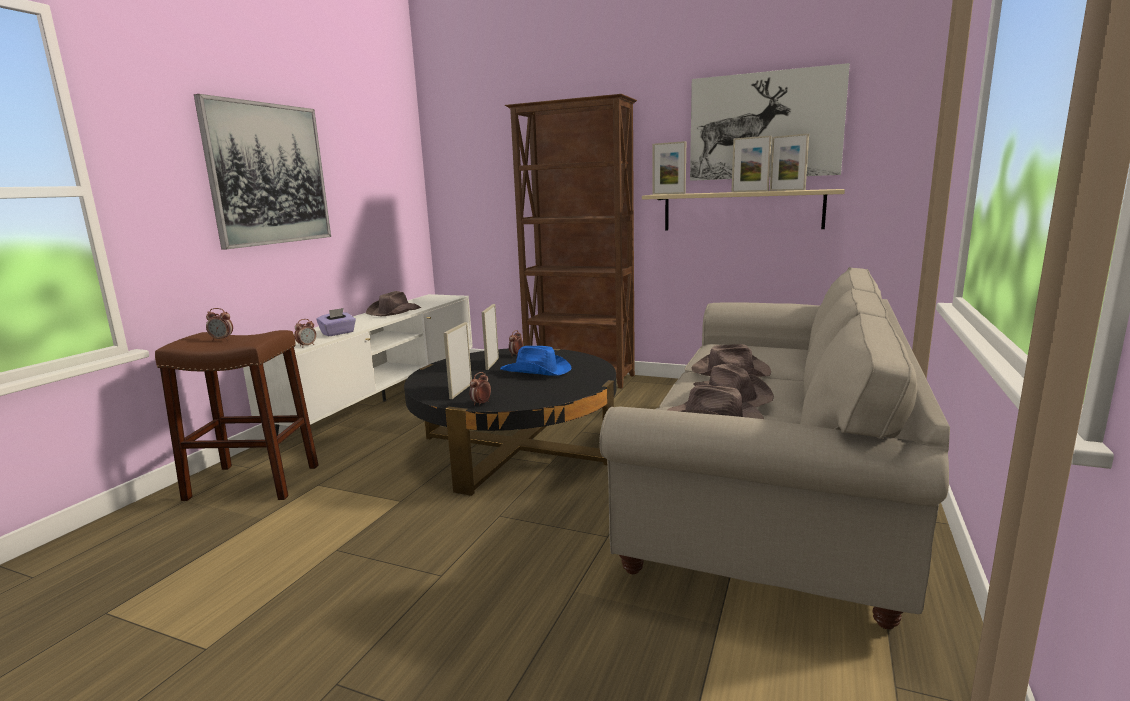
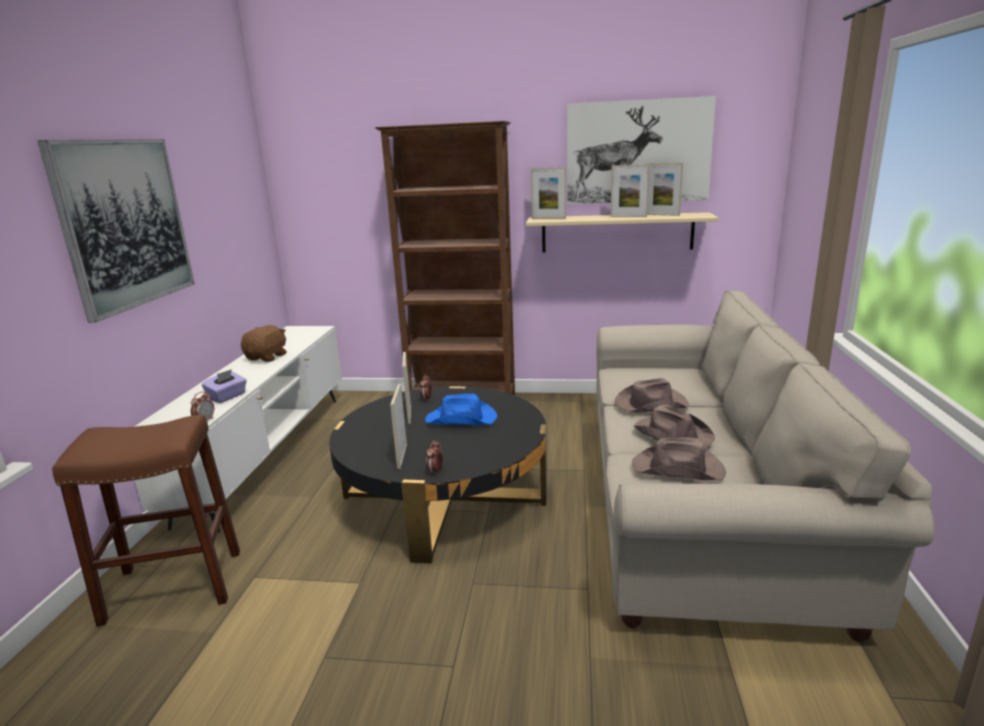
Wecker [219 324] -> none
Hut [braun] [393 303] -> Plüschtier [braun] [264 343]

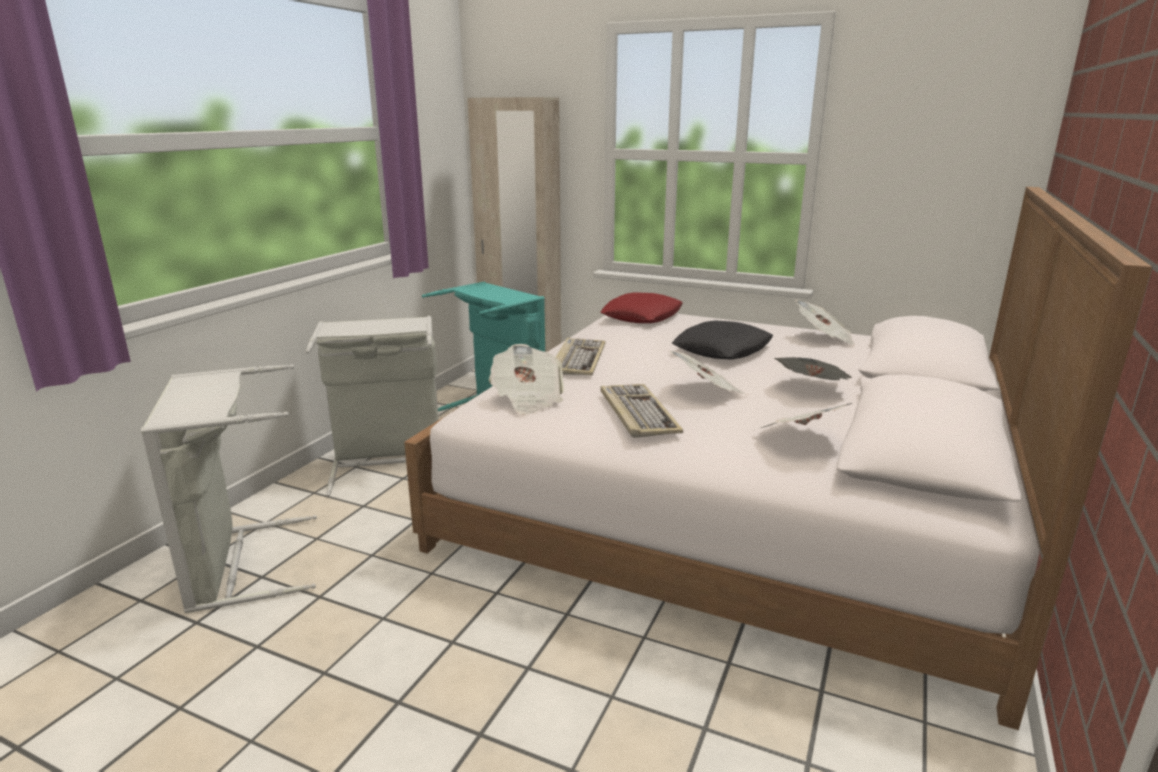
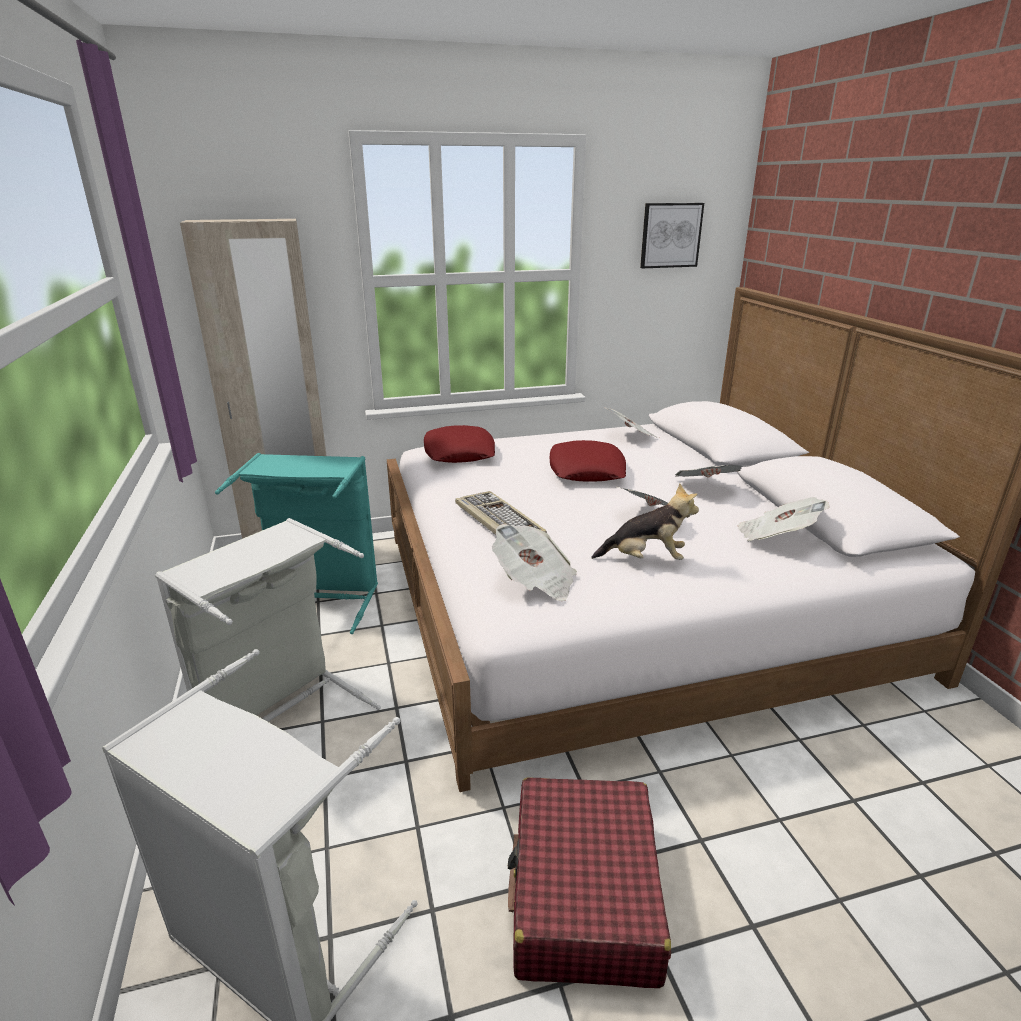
Tastatur [642 411] -> Plüschtier [645 521]
Kissen [schwarz] [722 340] -> Kissen [rot] [588 461]
none -> Koffer [rot] [589 883]
none -> Bild [672 235]

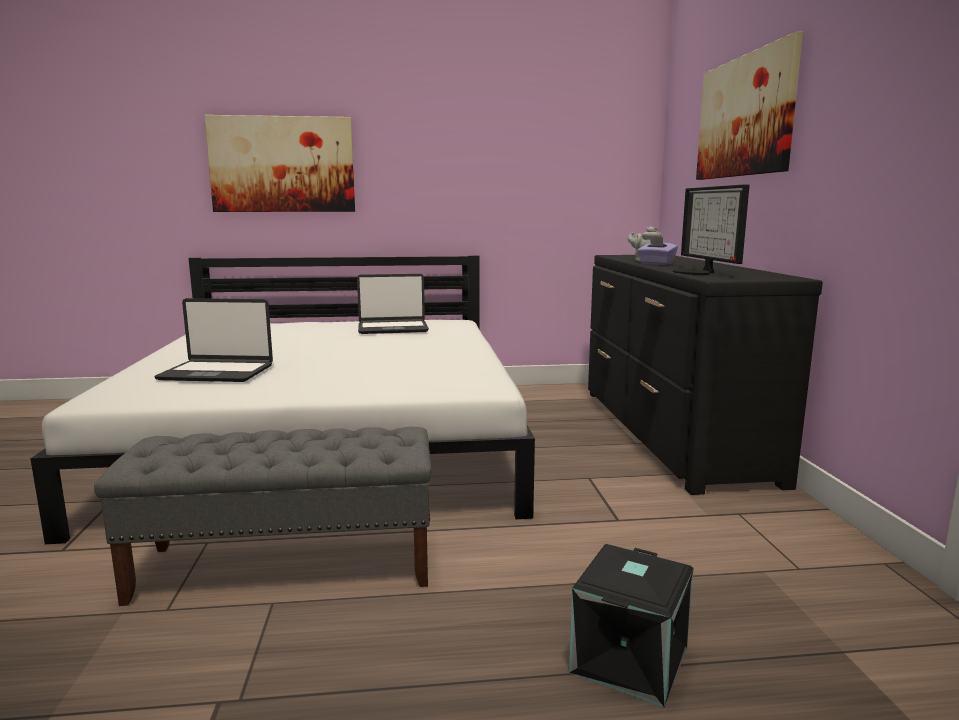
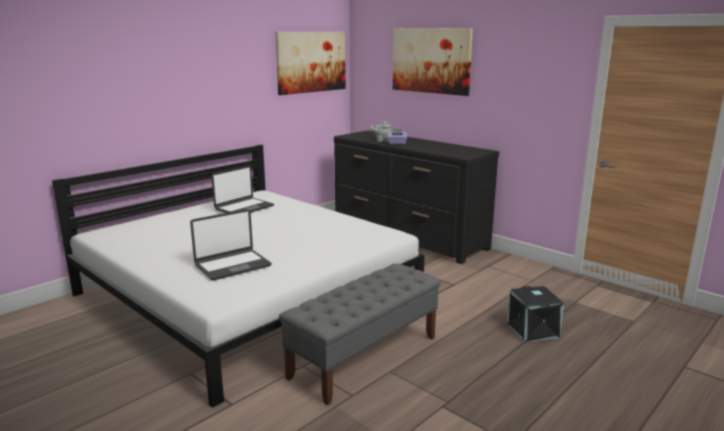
Bild [279 163] -> Bild [310 63], moved
Monitor [711 229] -> none

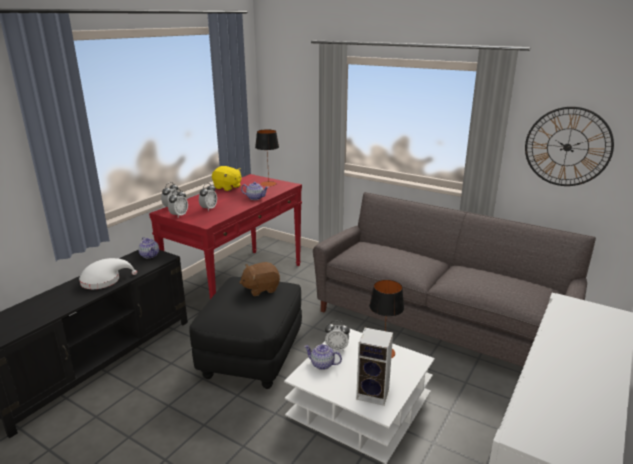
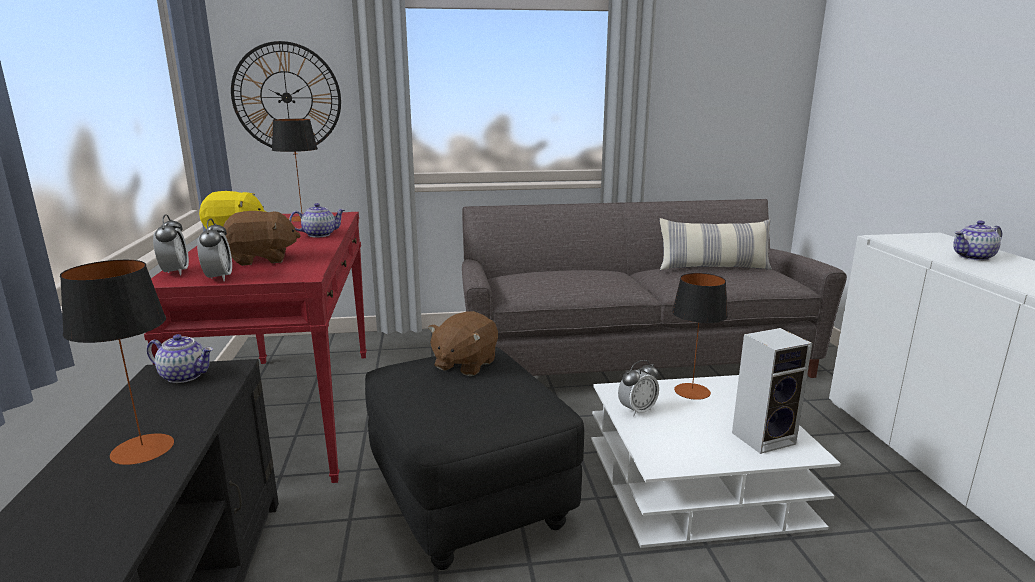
Hut [weiß] [108 273] -> Tischlampe [117 362]
Wecker [208 197] -> Plüschtier [braun] [262 238]
Teekanne [323 357] -> Teekanne [977 241], moved
Wanduhr [569 146] -> Wanduhr [286 94], moved
none -> Kissen [716 244]

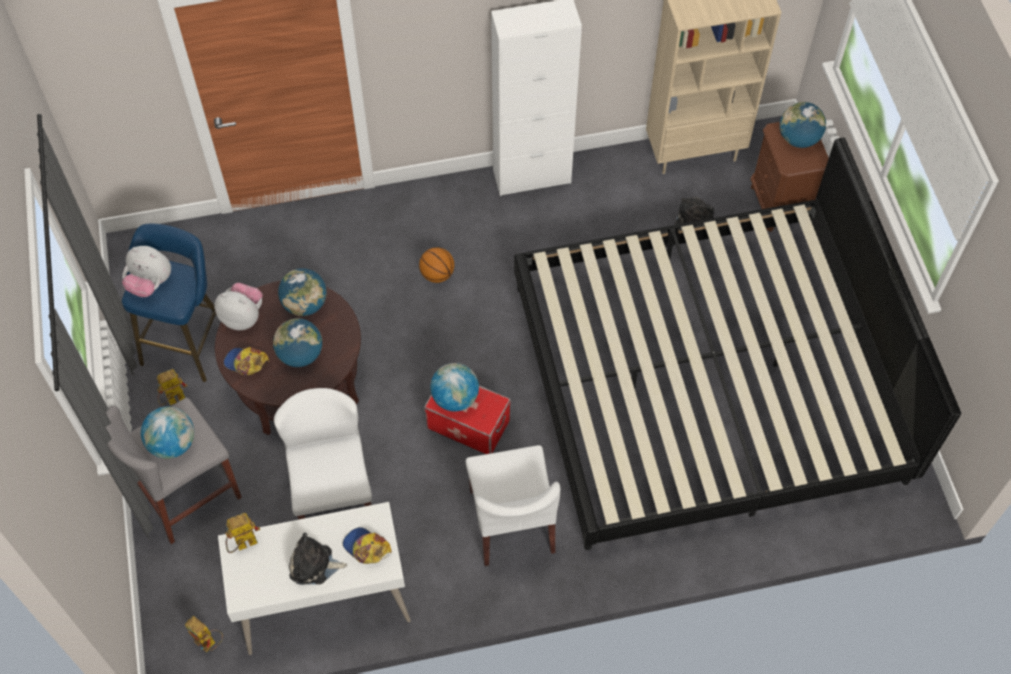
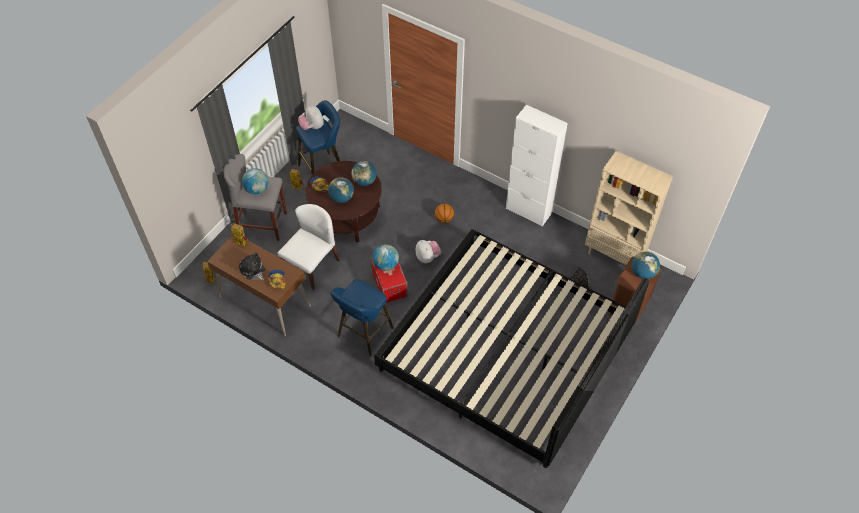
Plüschtier [238 306] -> Plüschtier [428 251], moved
Schreibtisch [weiß] [314 578] -> Schreibtisch [braun] [259 285]
Stuhl [weiß] [512 505] -> Hocker [blau] [362 318]

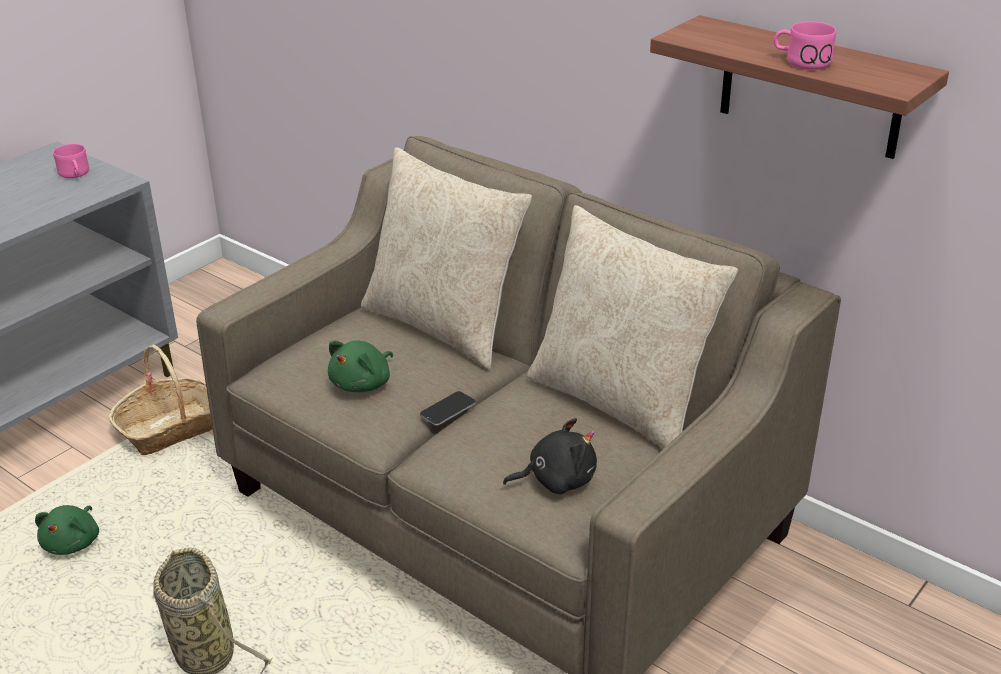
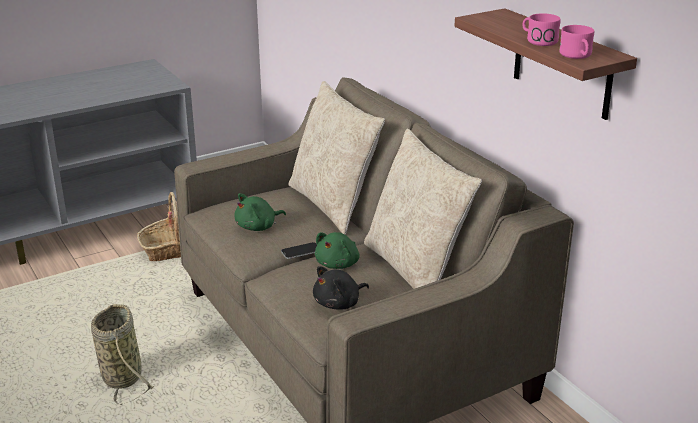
Plüschtier [grün] [67 530] -> Plüschtier [grün] [337 250], moved
Henkelbecher [rosa] [71 161] -> Henkelbecher [rosa] [576 42], moved
Plüschtier [schwarz] [550 456] -> Plüschtier [schwarz] [341 287], 135 degrees clockwise

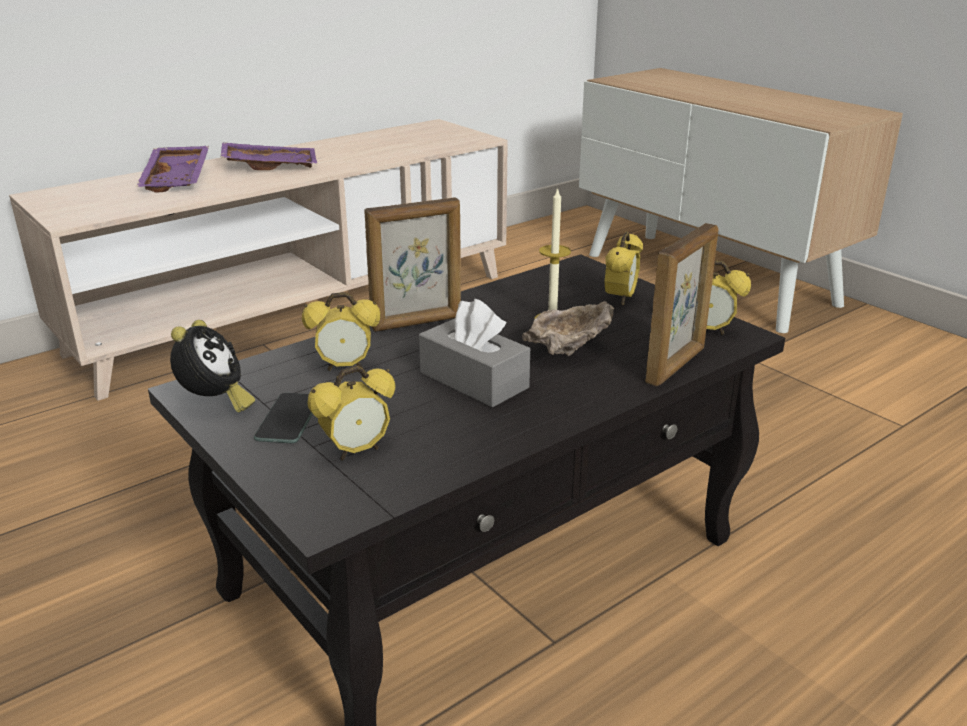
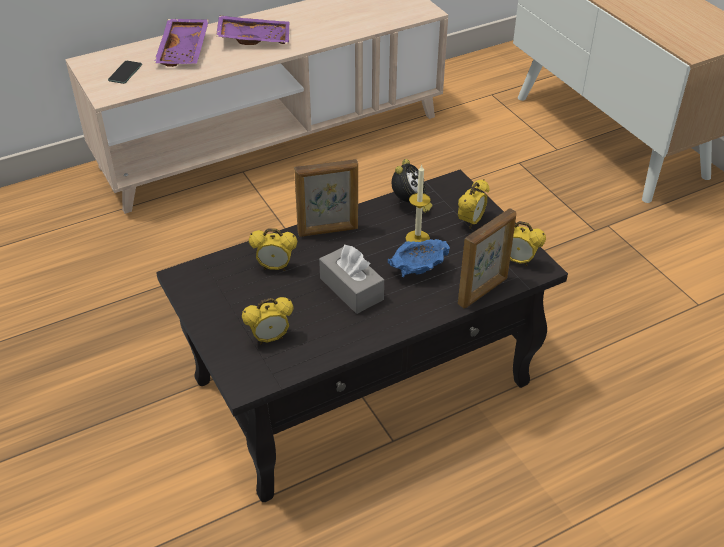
Wecker [212 366] -> Wecker [412 186], moved
Handy [283 418] -> Handy [125 72], moved
Schüssel [beige] [568 328] -> Schüssel [blau] [419 258]

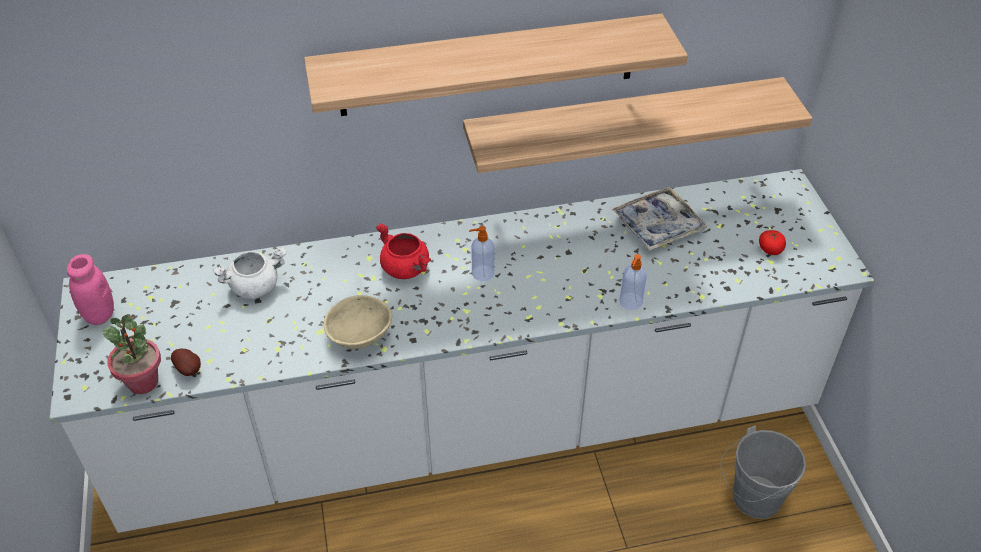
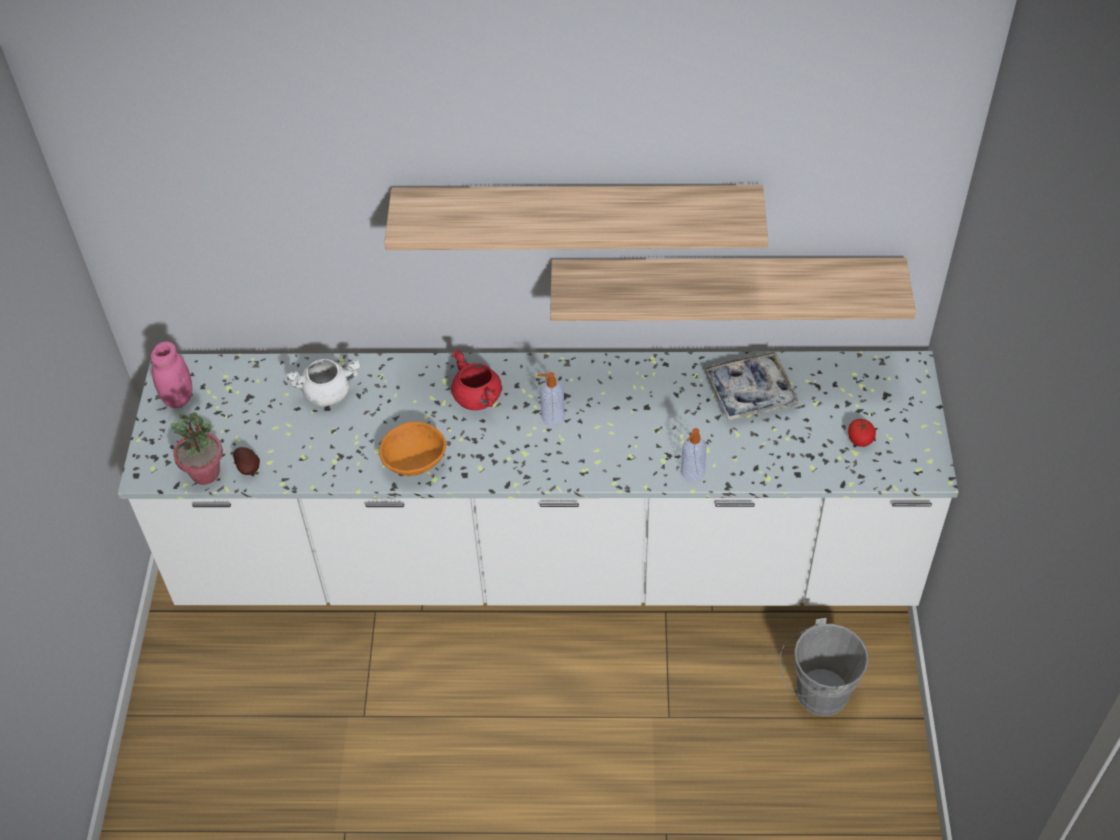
Schüssel [beige] [358 322] -> Schüssel [orange] [412 449]

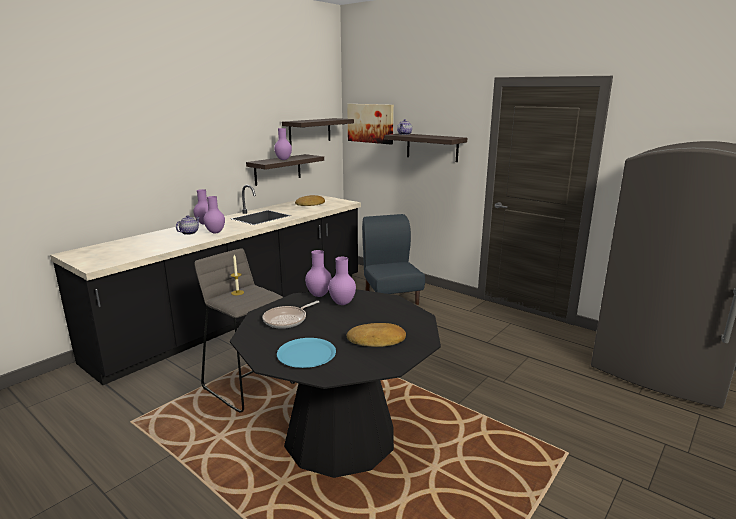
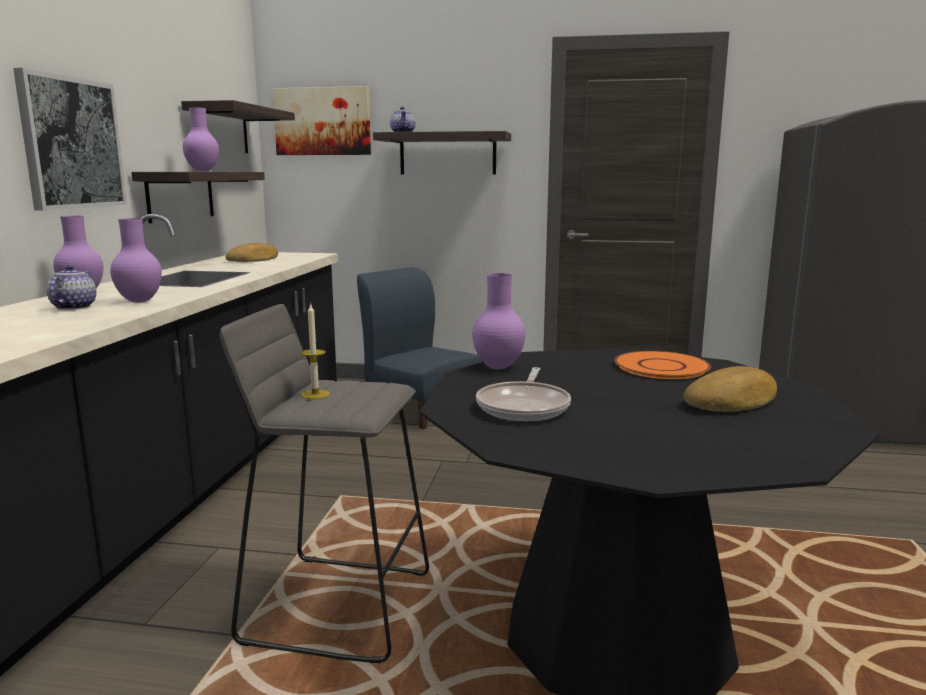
Teller [blau] [306 353] -> none
Vase [lila] [342 281] -> none
none -> Bild [70 139]
none -> Teller [orange] [662 365]

